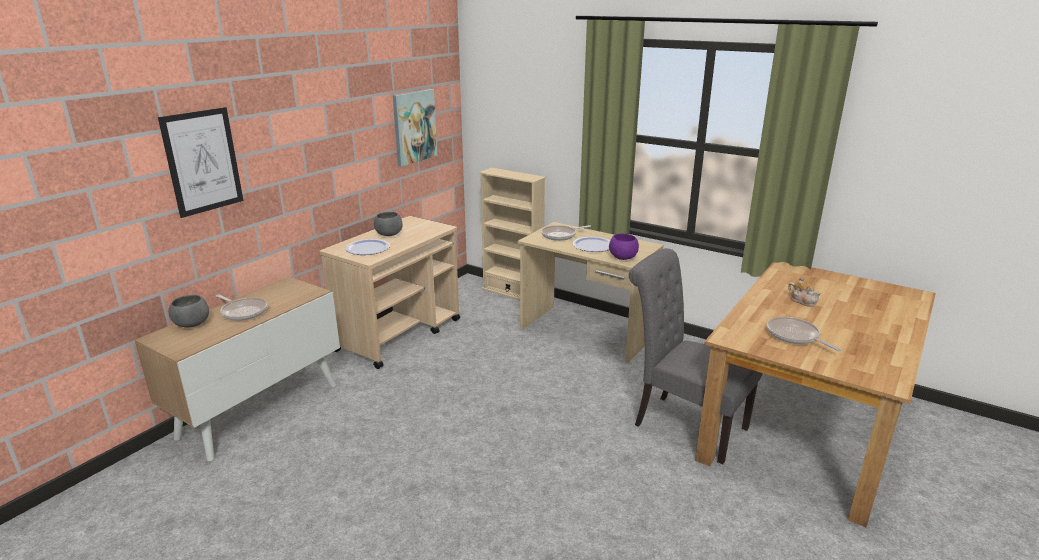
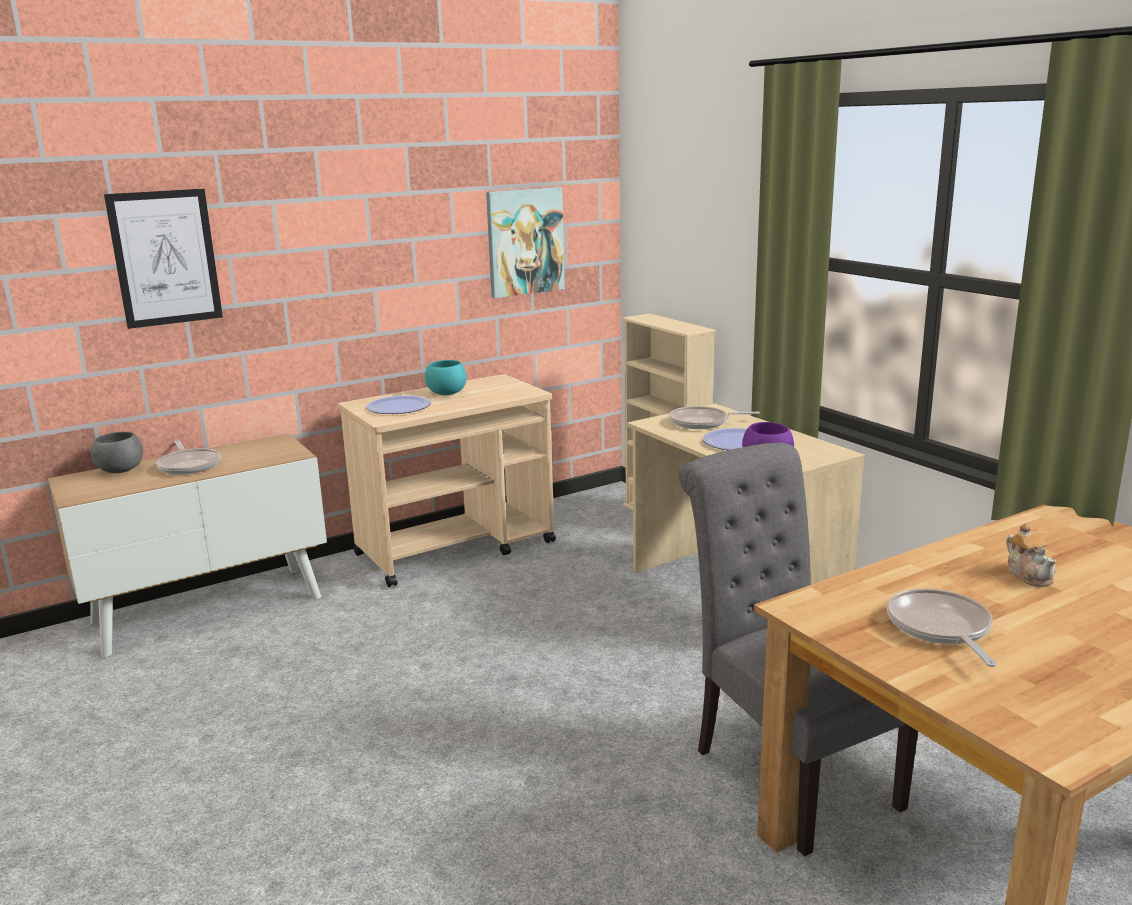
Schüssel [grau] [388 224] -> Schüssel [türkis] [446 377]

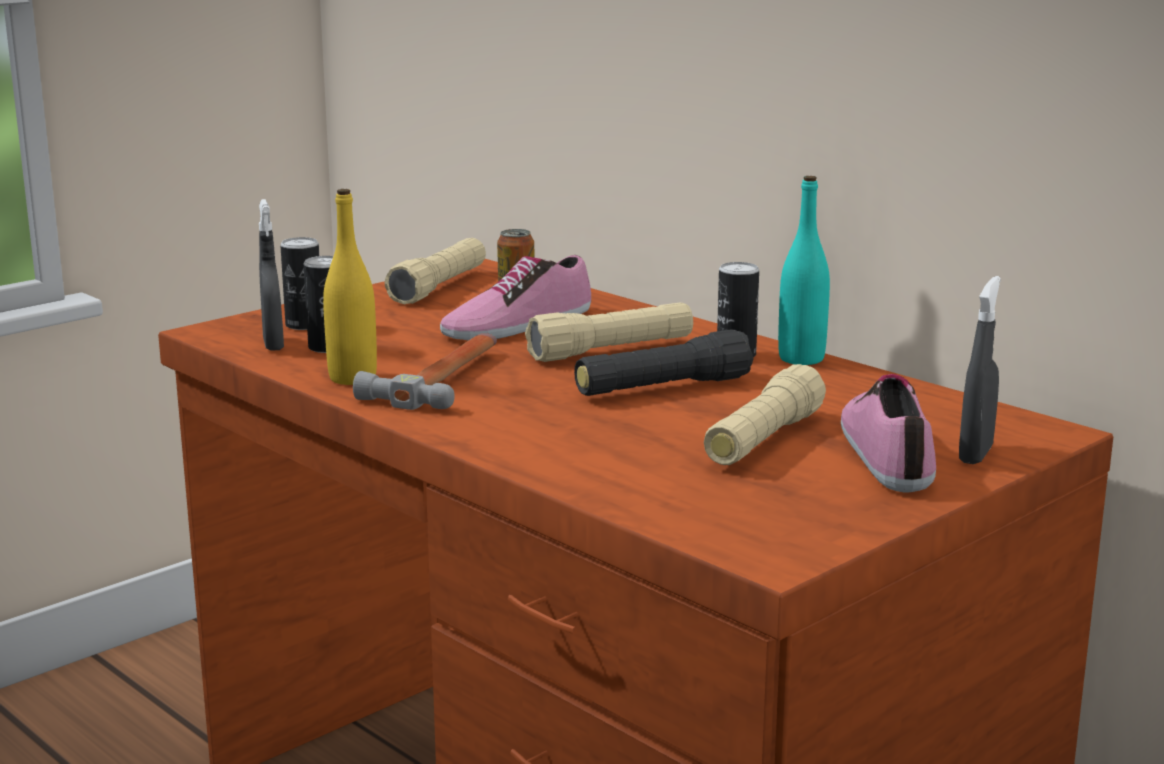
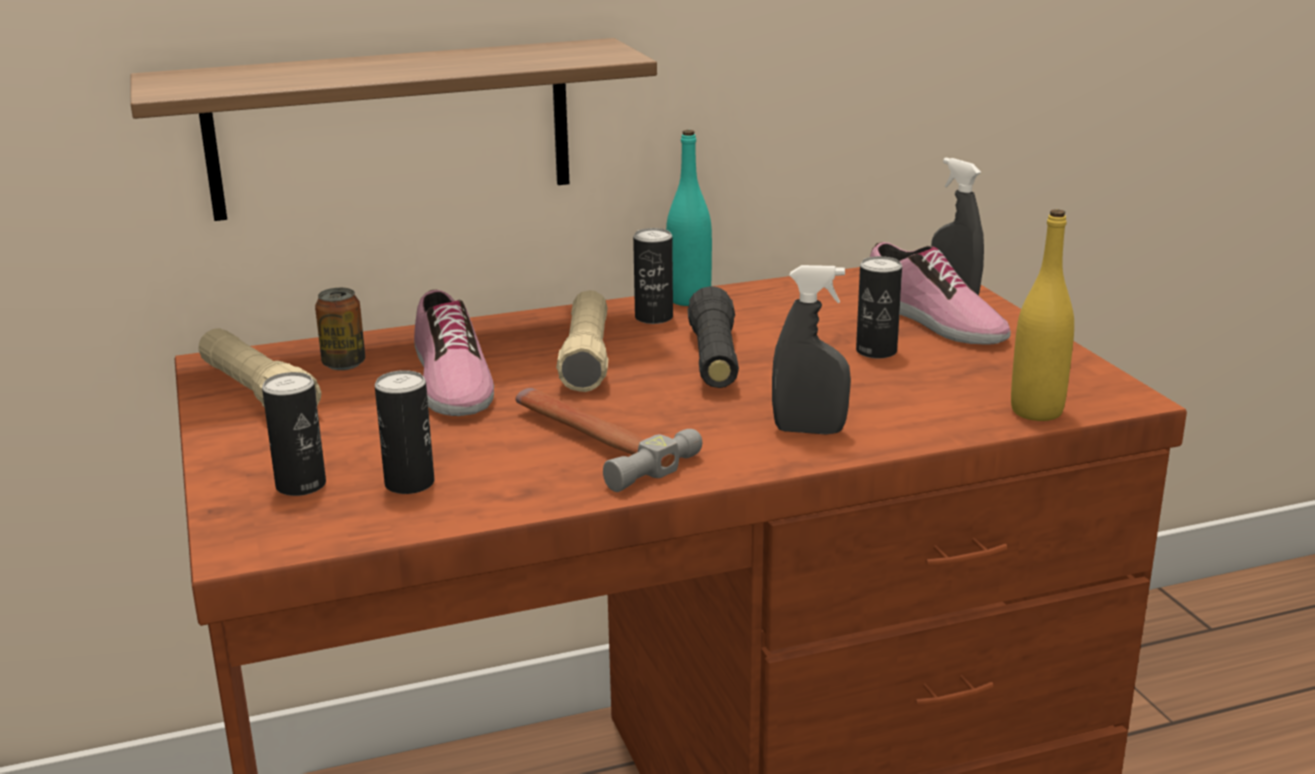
Sprühflasche [grau] [271 275] -> Sprühflasche [grau] [811 350], moved
Flasche [gelb] [350 287] -> Flasche [gelb] [1042 315], moved
Taschenlampe [beige] [765 414] -> Dose [879 307]
Schuh [888 433] -> Schuh [940 293], 150 degrees counterclockwise
none -> Wandregal [393 129]

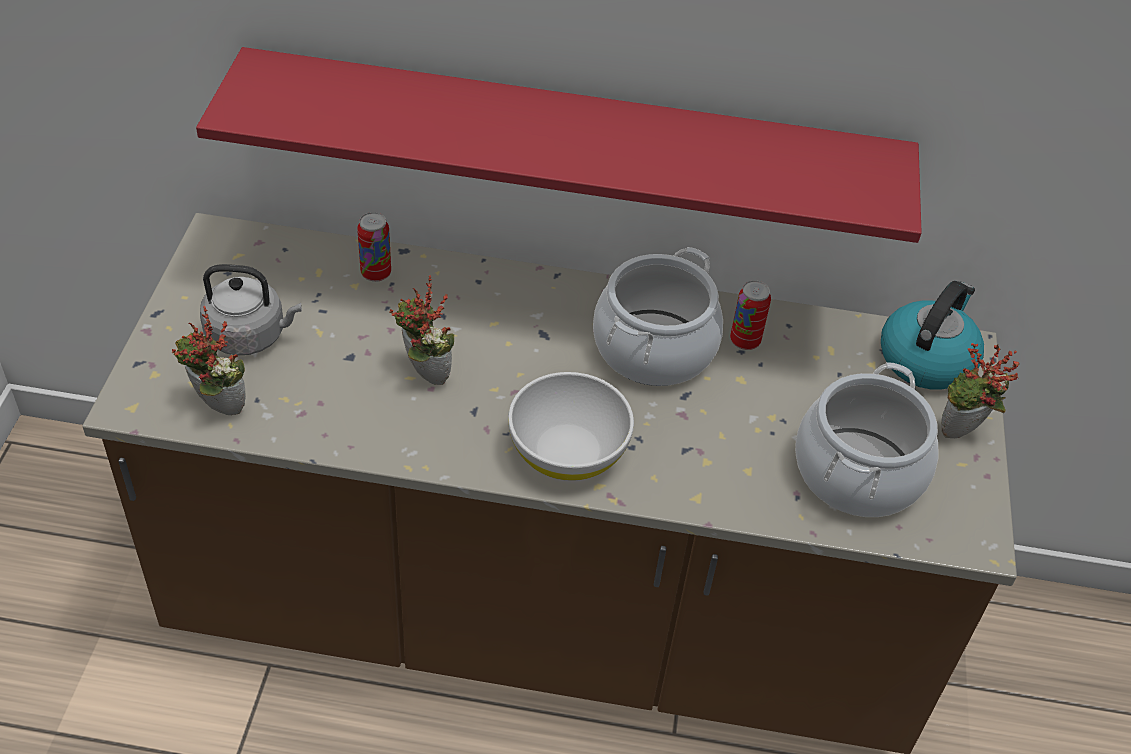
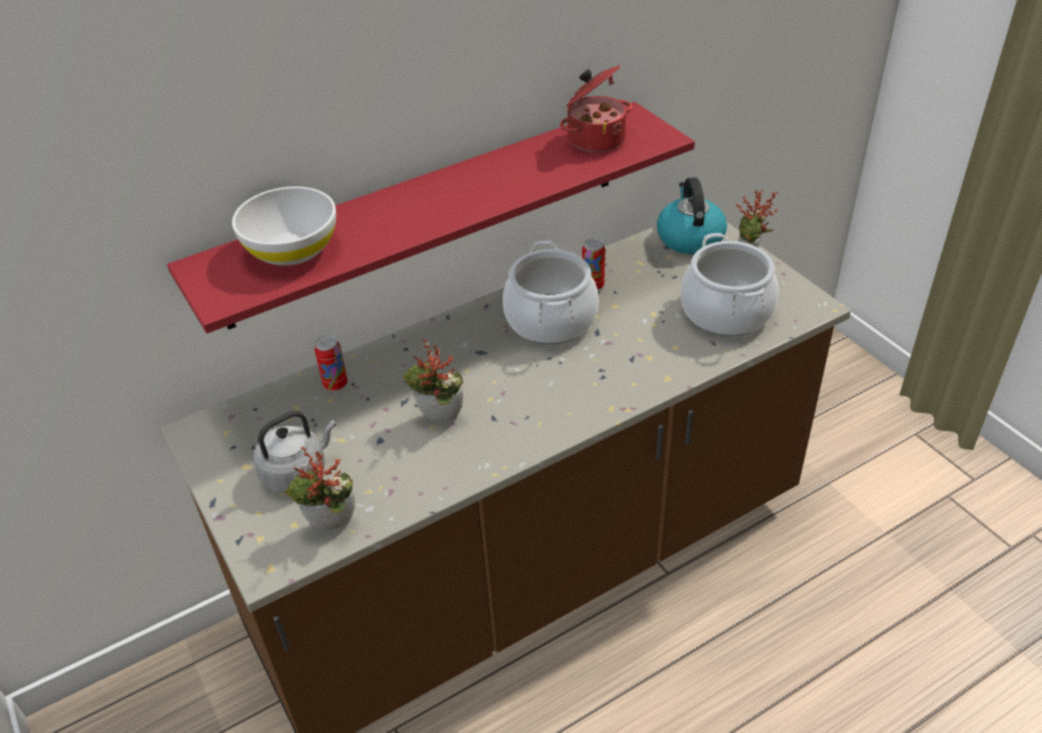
Schüssel [weiß] [571 426] -> Schüssel [weiß] [284 226], moved
none -> Kochtopf [596 108]

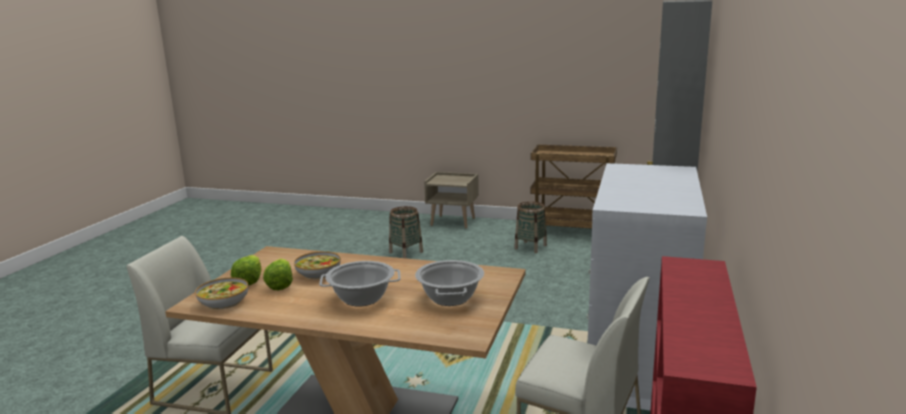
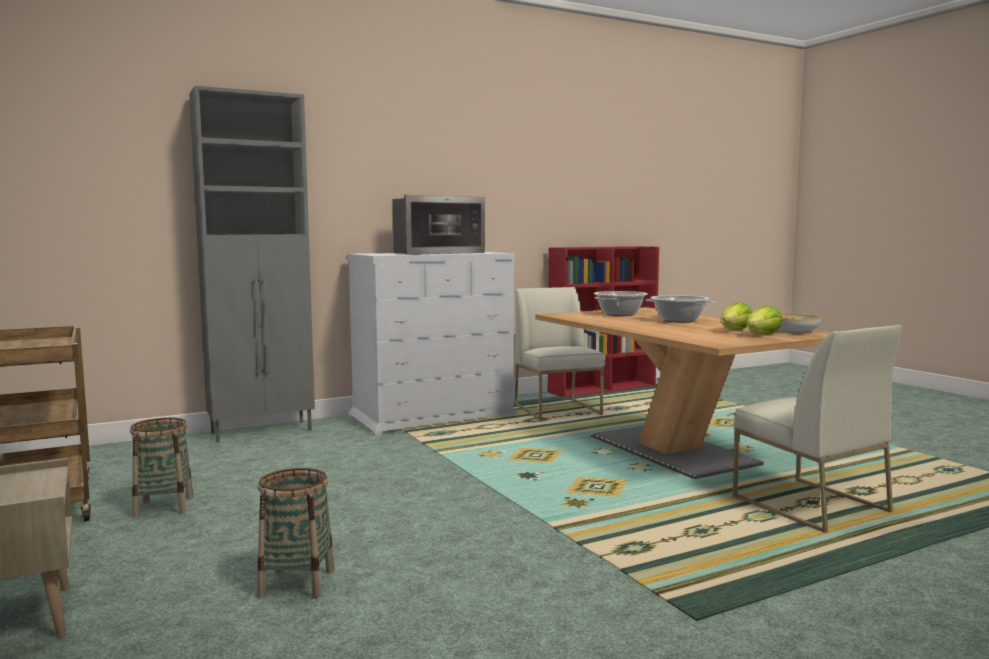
Schüssel [317 265] -> none
none -> Mikrowelle [439 225]

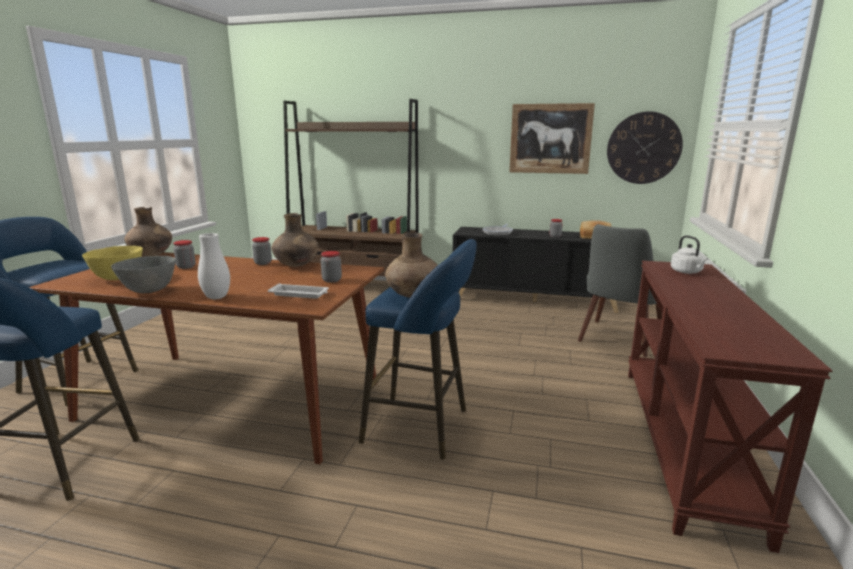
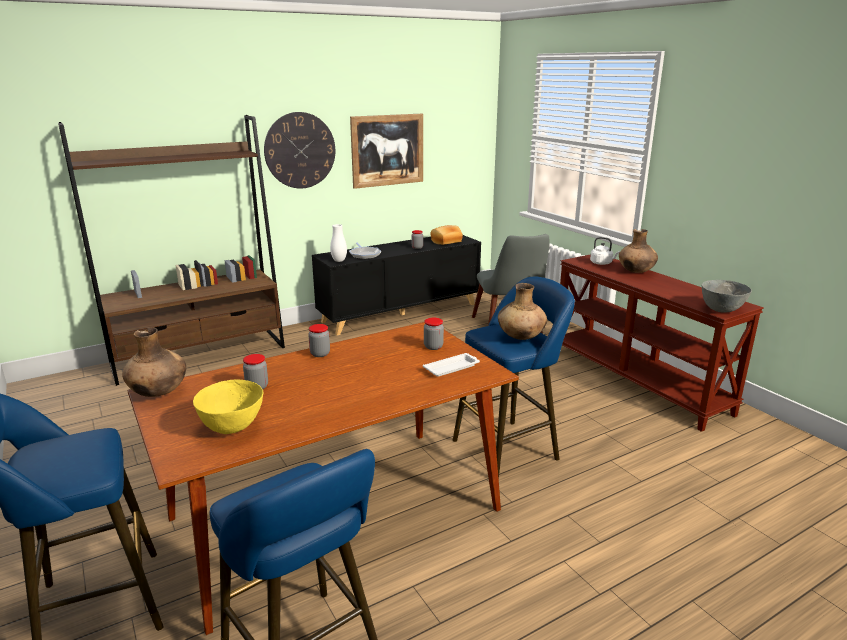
Schüssel [grau] [143 274] -> Schüssel [grau] [727 296], moved
Vase [weiß] [214 266] -> Vase [weiß] [338 243], moved
Vase [braun] [295 240] -> Vase [braun] [638 251], moved
Wanduhr [645 147] -> Wanduhr [299 150], moved

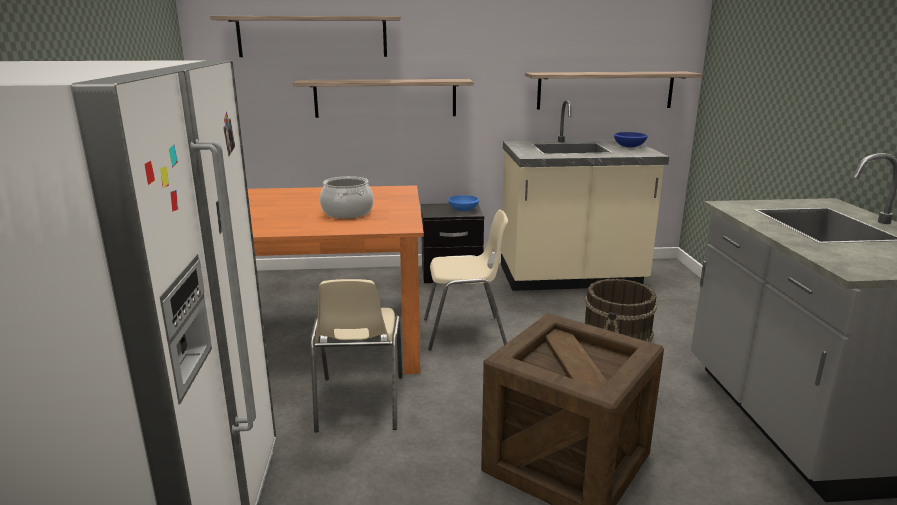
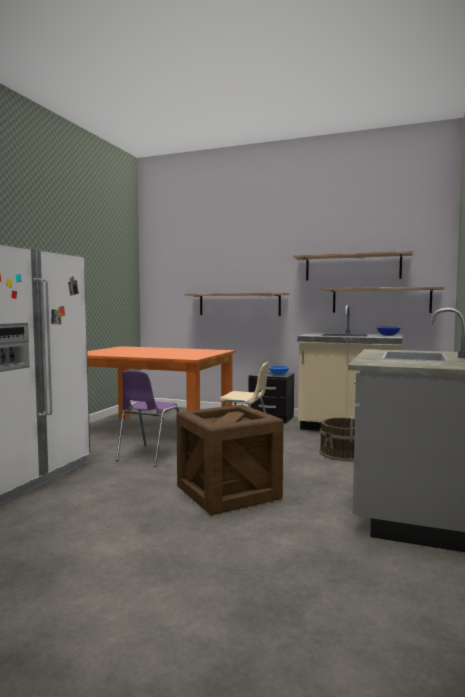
Wandregal [305 36] -> Wandregal [352 266], moved
Stuhl [beige] [356 355] -> Stuhl [lila] [147 419]
Kochtopf [347 197] -> none

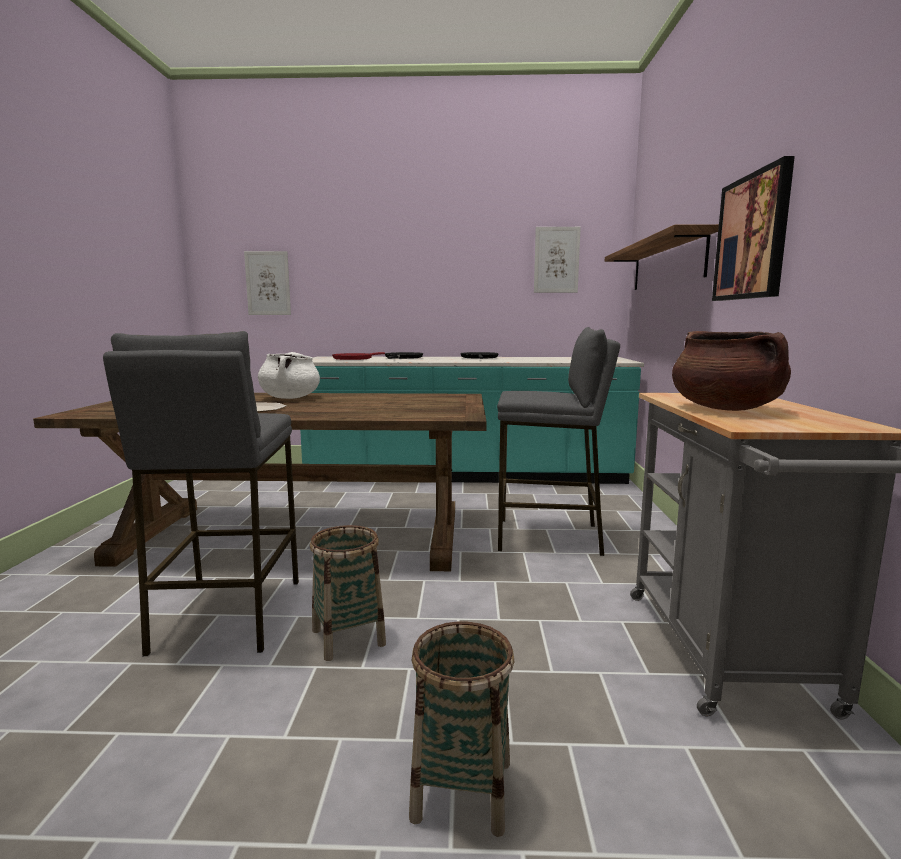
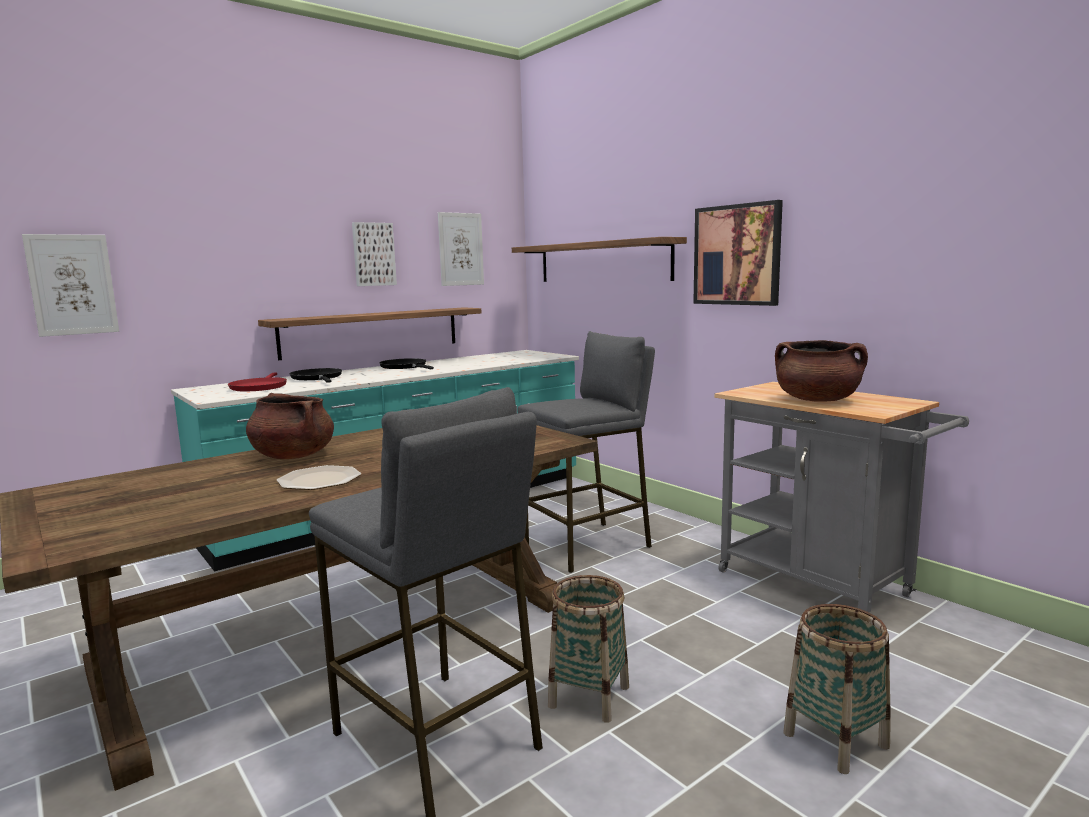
Kochtopf [weiß] [289 375] -> Kochtopf [braun] [290 426]
none -> Wandregal [369 333]
none -> Bild [374 254]

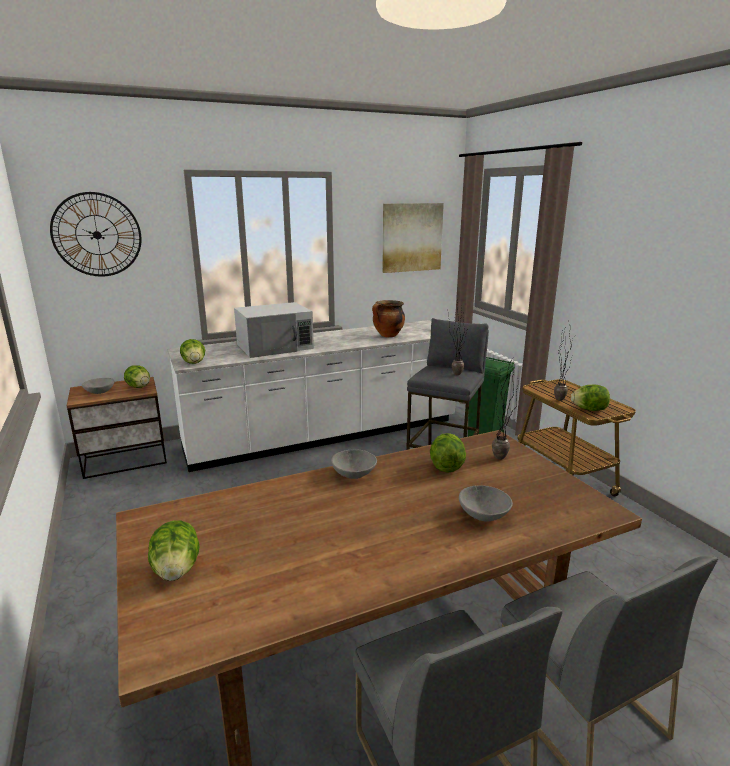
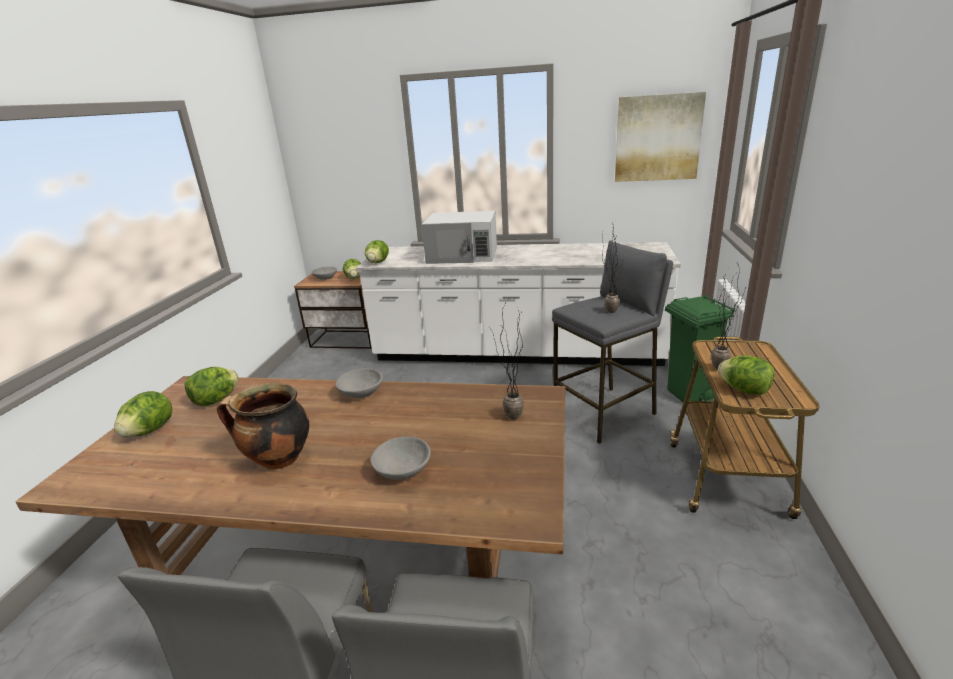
Wanduhr [96 234] -> none
Kochtopf [388 318] -> Kochtopf [263 425], moved
Salatkopf [448 453] -> Salatkopf [212 386], moved

